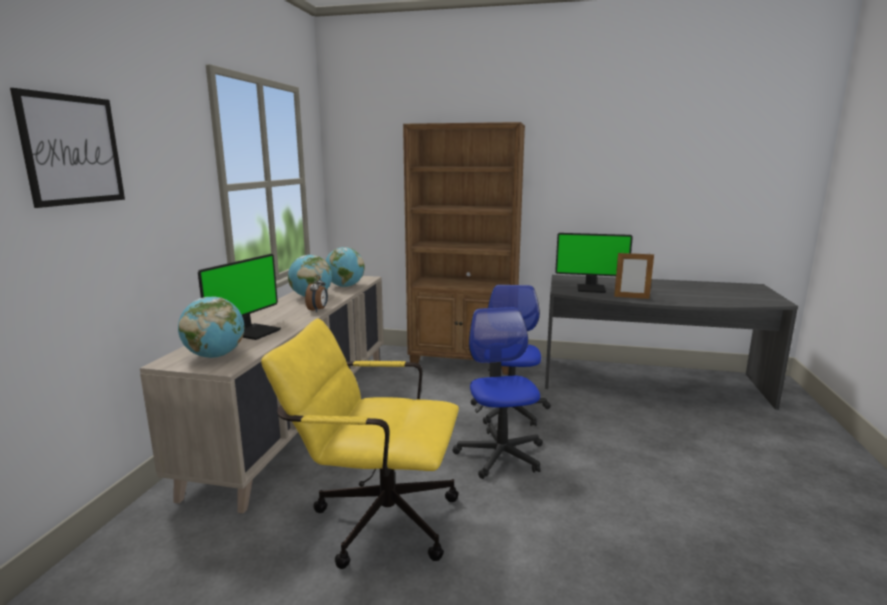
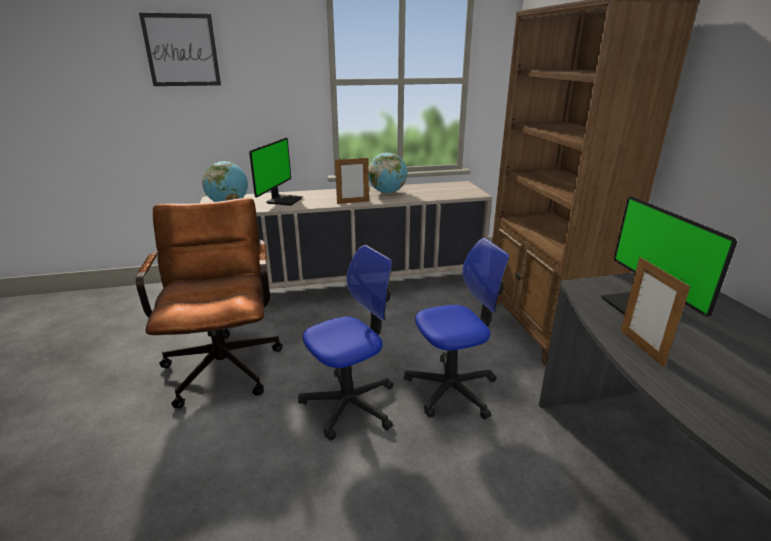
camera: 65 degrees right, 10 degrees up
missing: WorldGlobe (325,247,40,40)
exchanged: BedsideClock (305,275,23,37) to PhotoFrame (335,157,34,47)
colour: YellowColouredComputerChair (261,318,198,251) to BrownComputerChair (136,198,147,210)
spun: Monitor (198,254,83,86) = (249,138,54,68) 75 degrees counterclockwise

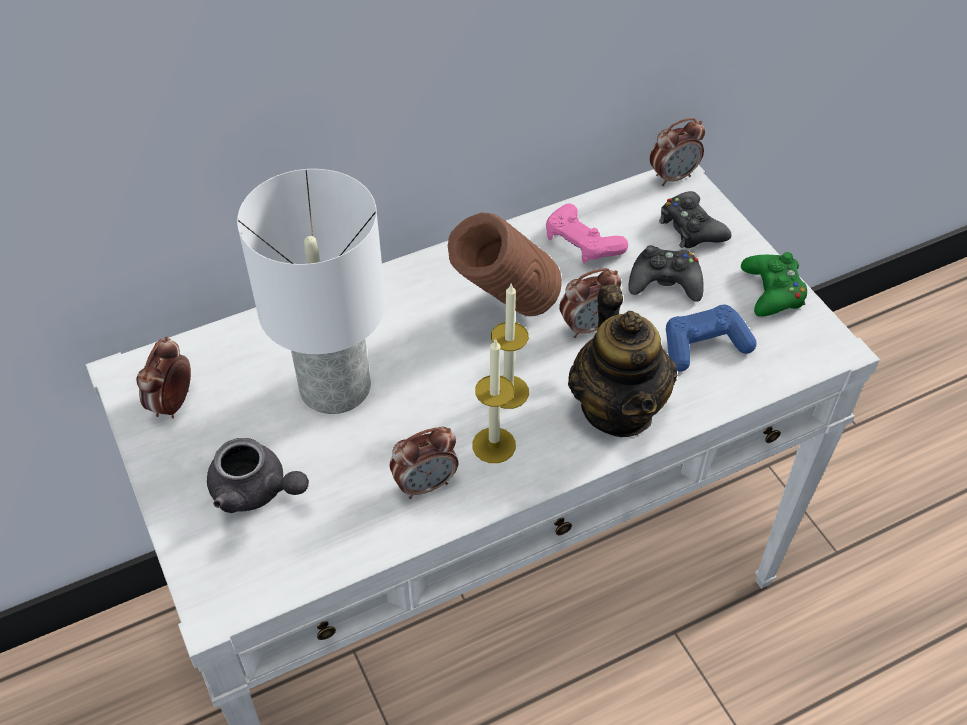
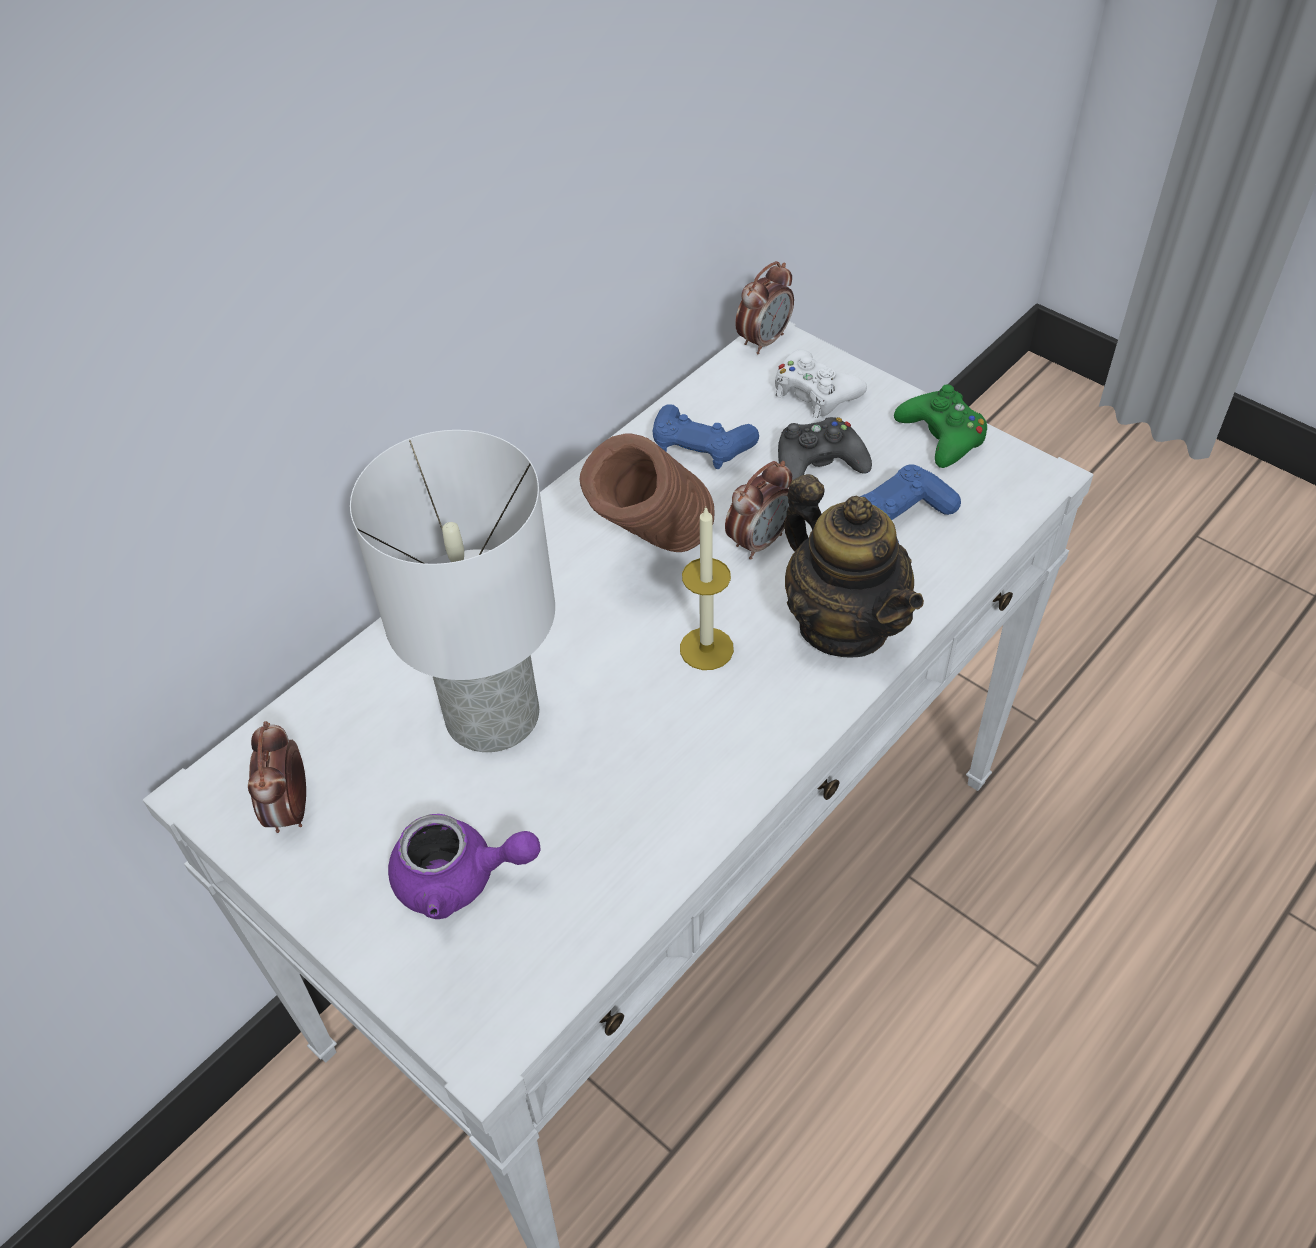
camera: 20 degrees left, 0 degrees up
missing: WaxCandle (472,338,44,125); BedsideClock (389,427,69,72)
colour: BlackJoypad (659,191,73,57) to WhiteColouredJoypad (775,349,92,69); PinkishJoypad (546,203,82,60) to BluishJoypad (653,404,106,65); GrayPotForTea (207,438,102,75) to PurplePotForTea (388,814,153,105)

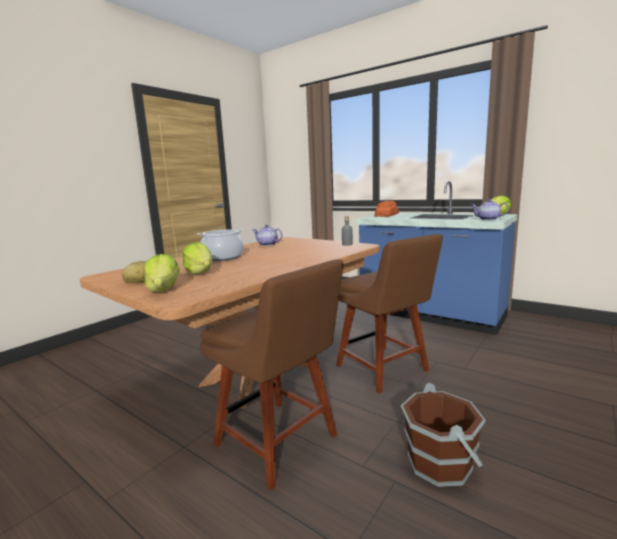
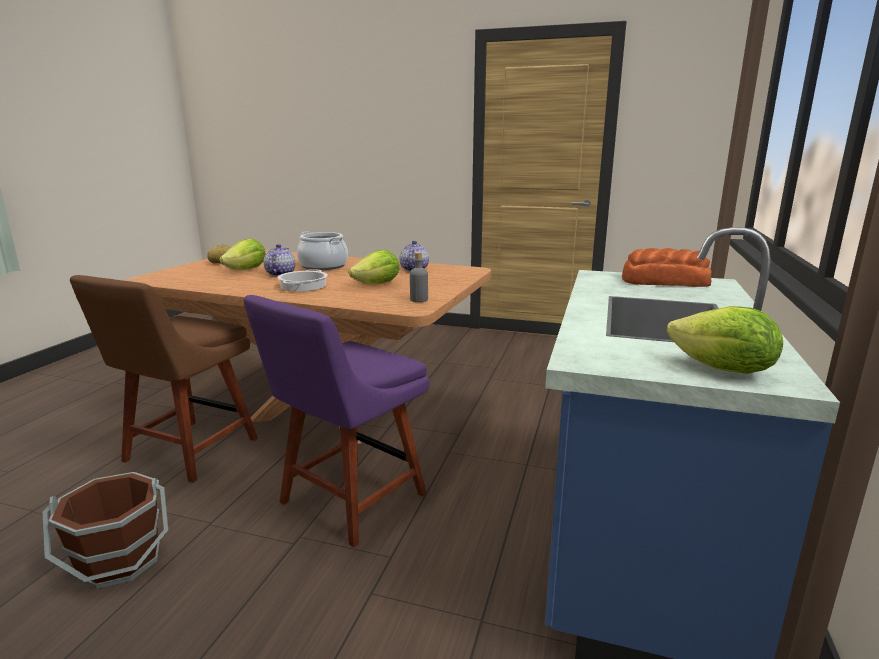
camera: 70 degrees right, 5 degrees up
appeared: CookingPot (278,269,49,22)
relocated: PotForTea (472,199,37,21) to (264,244,31,32); HeadOfLettuce (144,254,36,38) to (348,250,51,35)
colour: BrownUprightChair (336,234,107,159) to PurpleUprightChair (243,295,186,253)

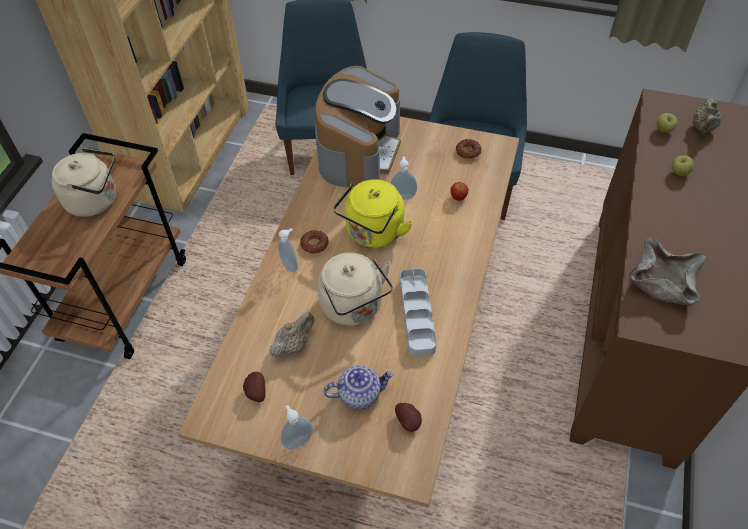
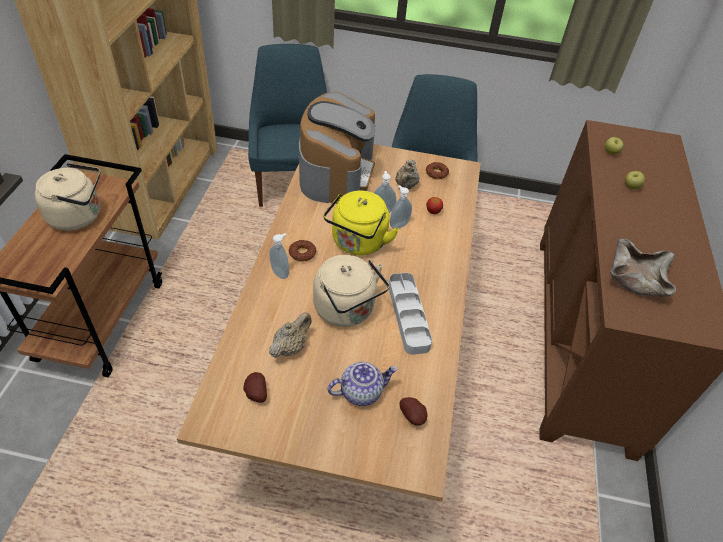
camera: 10 degrees left, 5 degrees down
relocated: BeigePotForTea (692,98,29,36) to (395,160,24,29); SoapDispenser (281,405,32,44) to (390,185,22,44)

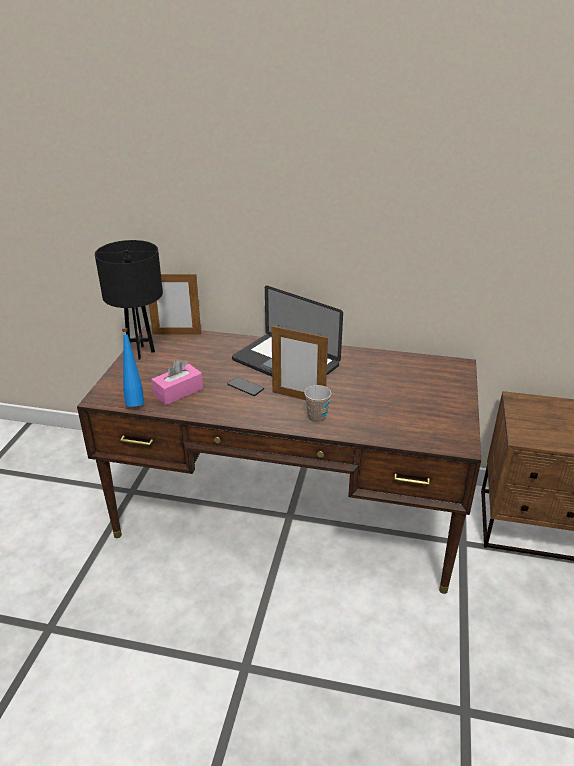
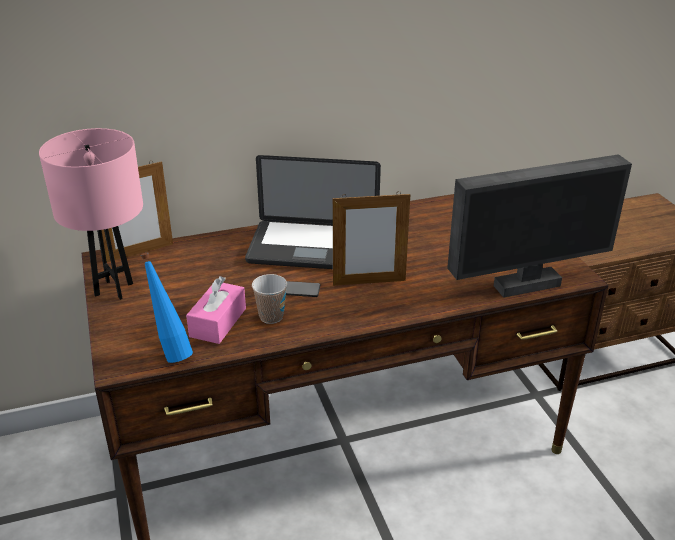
camera: 30 degrees left, 0 degrees up
appeared: Monitor (447,154,185,144)
relocated: SmallCup (304,385,28,38) to (252,274,35,50)
colour: BlackTabletopLamp (95,240,68,119) to PinkishTabletopLamp (39,128,104,172)

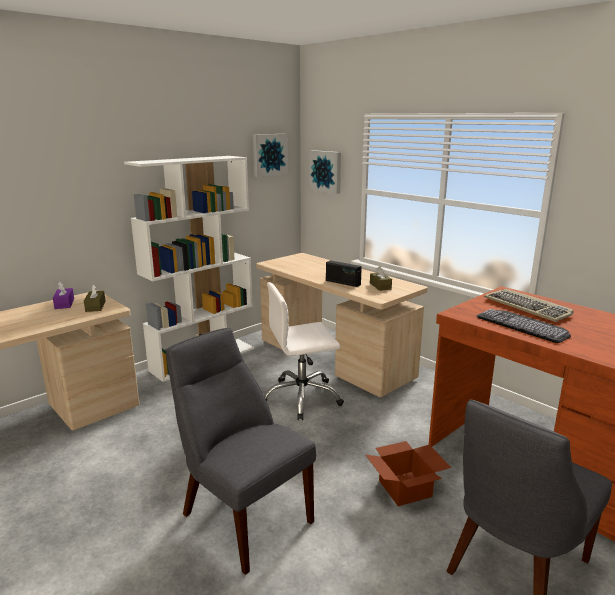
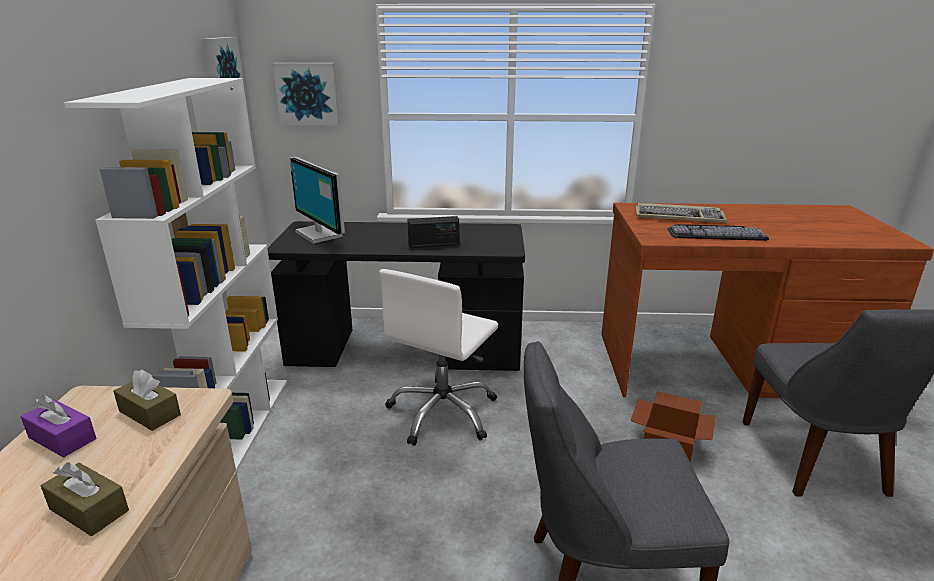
camera: 45 degrees left, 5 degrees up
appeared: Monitor (289,157,56,86)
relocated: BrownBoxOfTissues (370,266,22,25) to (41,462,88,74)
colour: BeigeDesk (256,253,172,144) to BlackDesk (267,221,258,150)

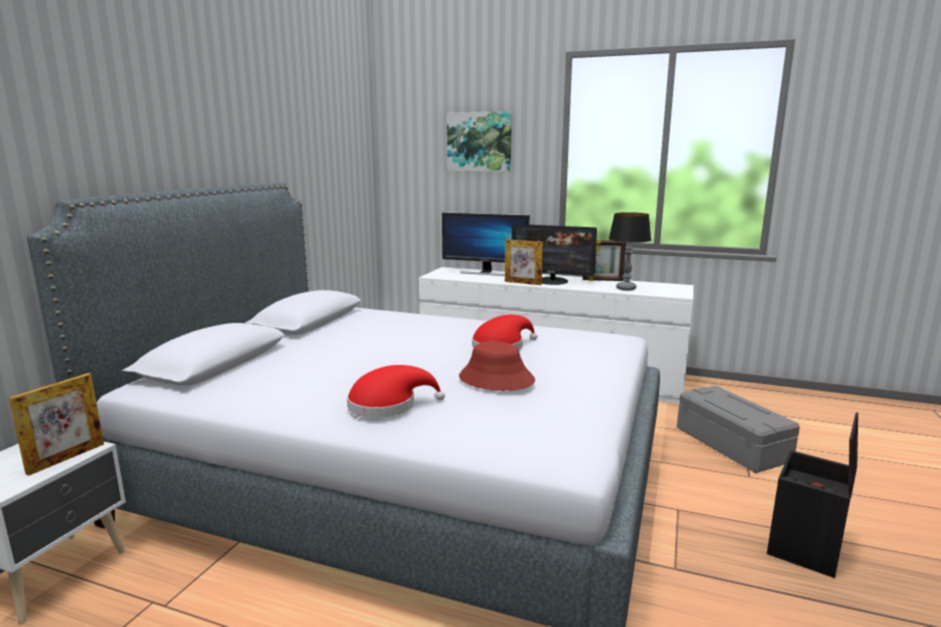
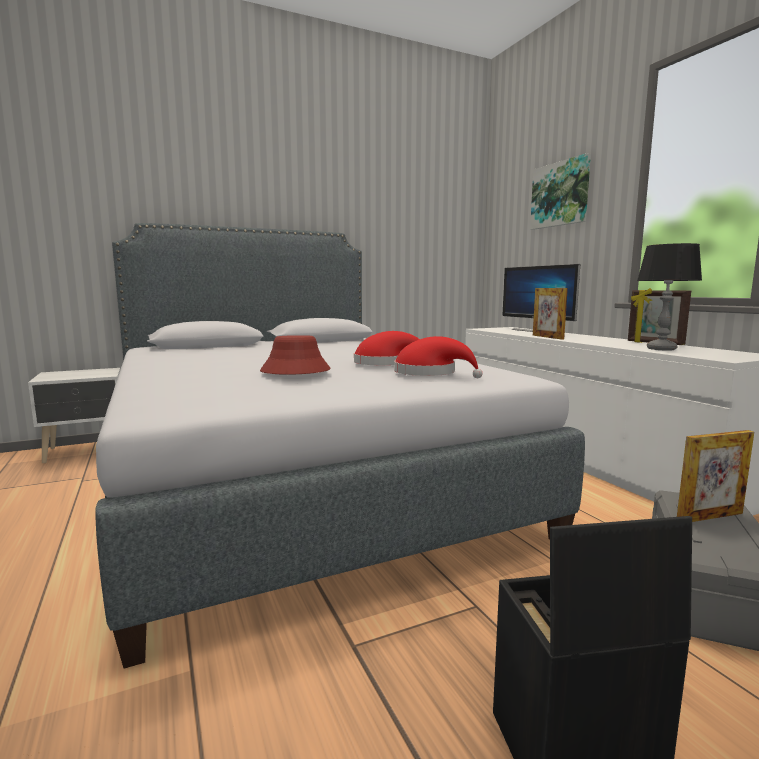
camera: 45 degrees right, 5 degrees down
missing: Monitor (512,224,85,61)
relocated: RedWearableHat (347,365,98,53) to (394,336,89,42); PhotoFrame (8,373,96,103) to (677,430,77,92)

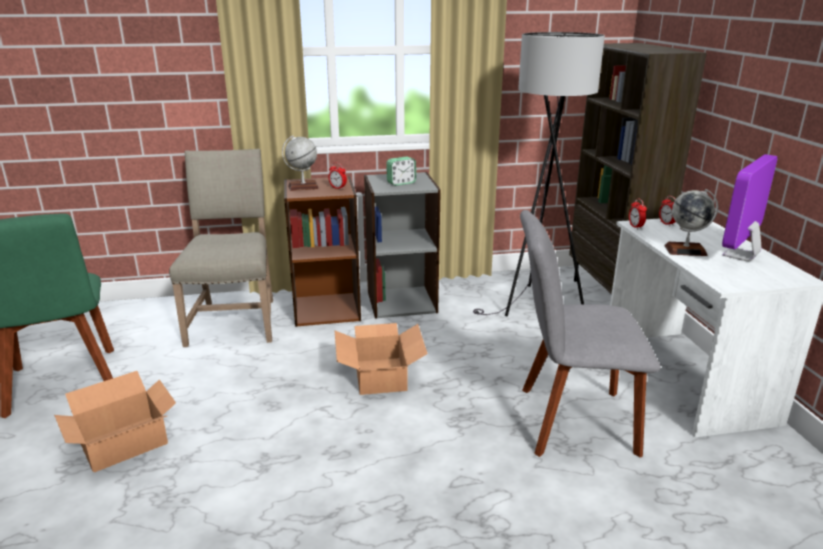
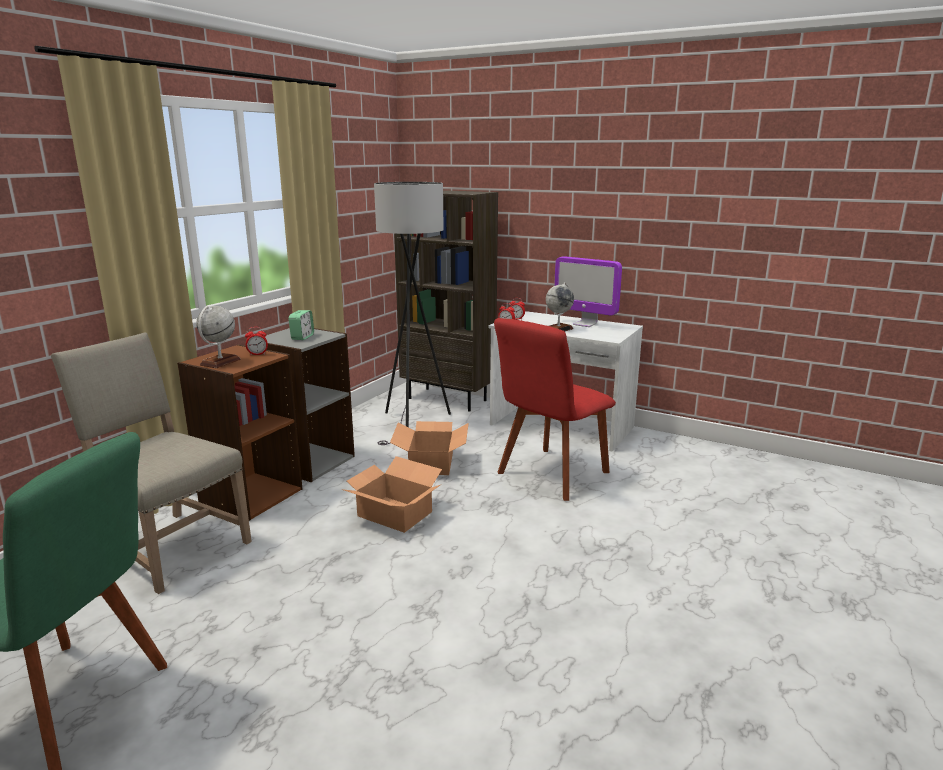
camera: 50 degrees left, 5 degrees down
relocated: CardboardBox (54,371,122,101) to (390,421,79,54)
colour: GrayUprightChair (520,210,141,247) to RedUprightChair (494,318,122,183)
spun: Monitor (722,154,55,107) = (554,256,68,71) 45 degrees counterclockwise

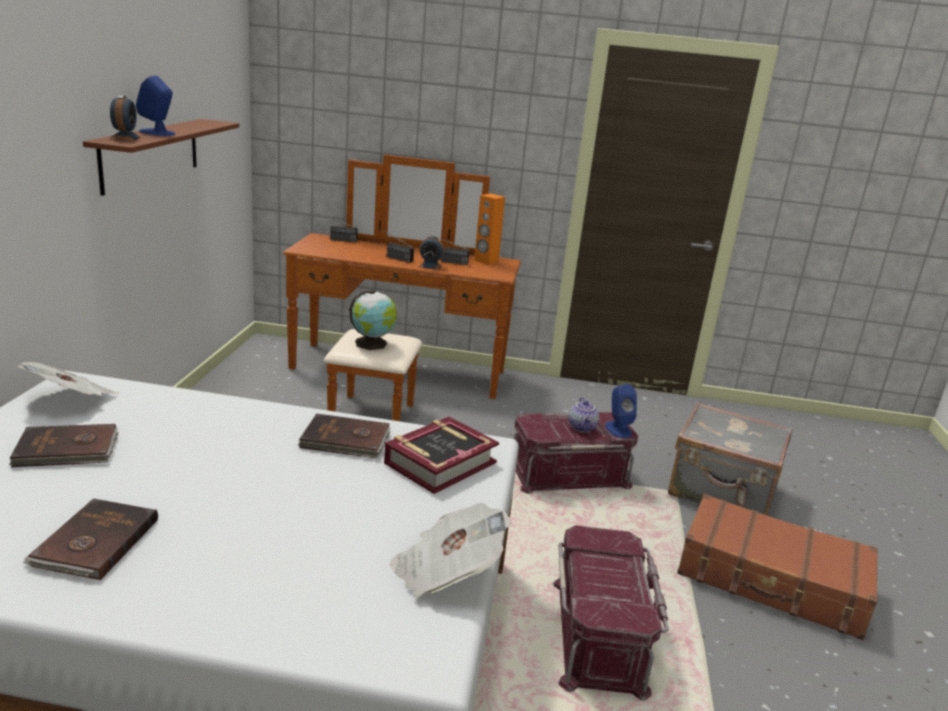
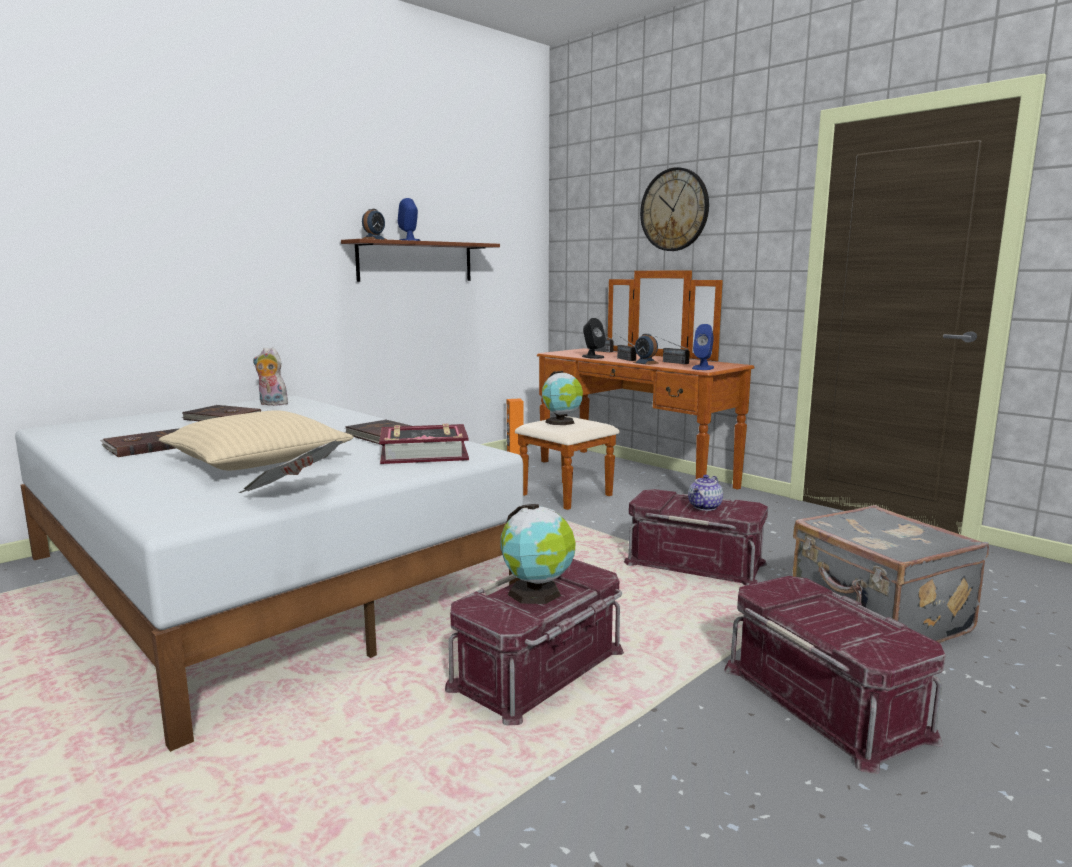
camera: 40 degrees right, 10 degrees down
appeared: HangingClock (640,167,69,84); BlackSpeaker (582,318,24,41); BeigePillow (159,410,195,60); WorldGlobe (500,504,76,100)
relocated: OrangeySpeaker (474,194,31,71) to (507,399,17,56); BluishSpeaker (605,384,32,54) to (692,324,22,46)
exchanged: PrintedPaper (17,362,102,34) to PlushToy (253,347,35,59); BrownTravelCase (677,494,201,146) to RedStorageBox (725,576,220,198)

